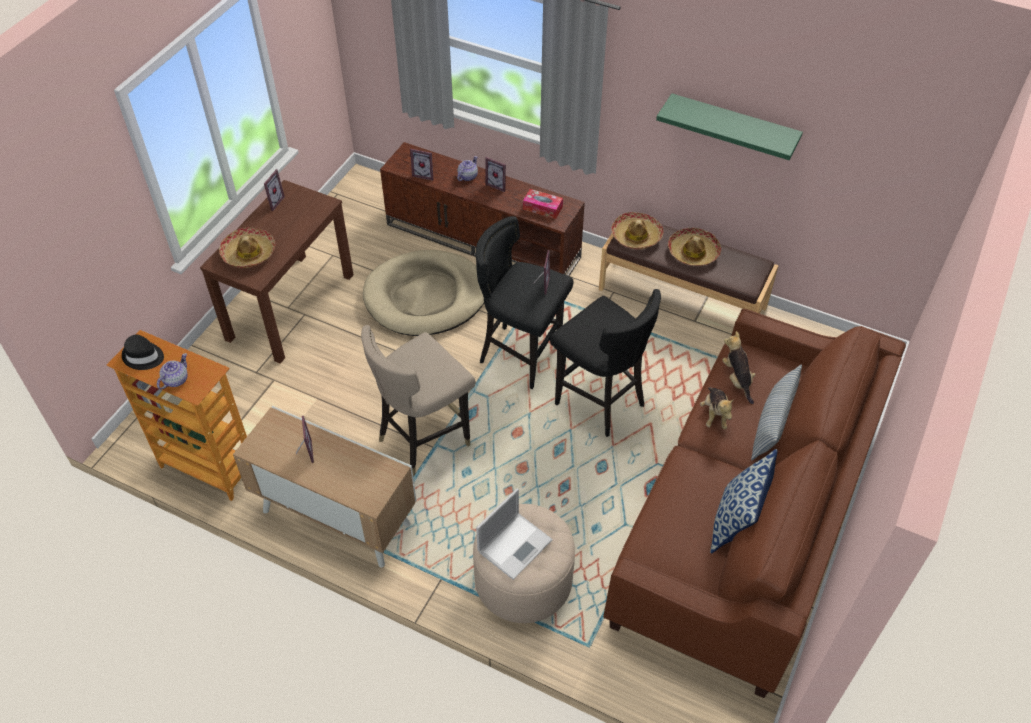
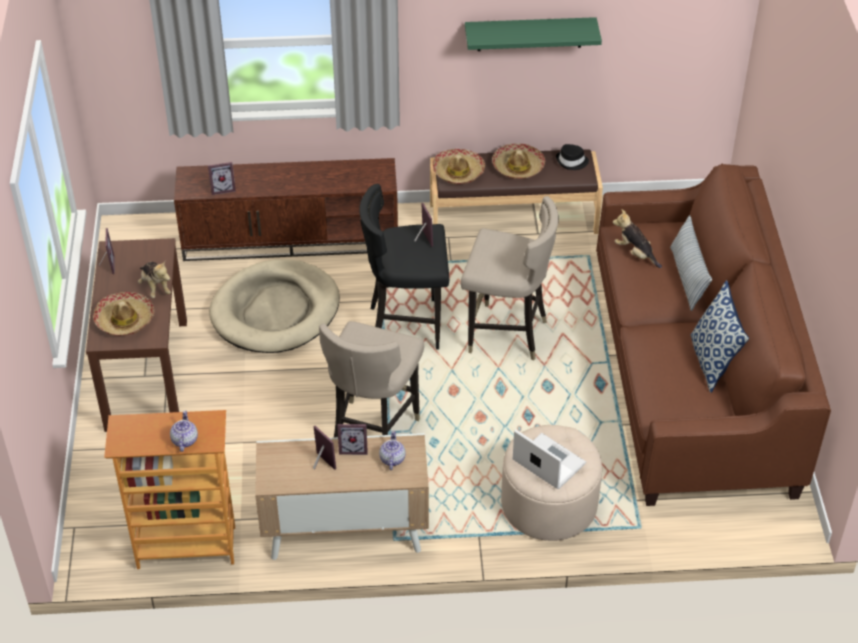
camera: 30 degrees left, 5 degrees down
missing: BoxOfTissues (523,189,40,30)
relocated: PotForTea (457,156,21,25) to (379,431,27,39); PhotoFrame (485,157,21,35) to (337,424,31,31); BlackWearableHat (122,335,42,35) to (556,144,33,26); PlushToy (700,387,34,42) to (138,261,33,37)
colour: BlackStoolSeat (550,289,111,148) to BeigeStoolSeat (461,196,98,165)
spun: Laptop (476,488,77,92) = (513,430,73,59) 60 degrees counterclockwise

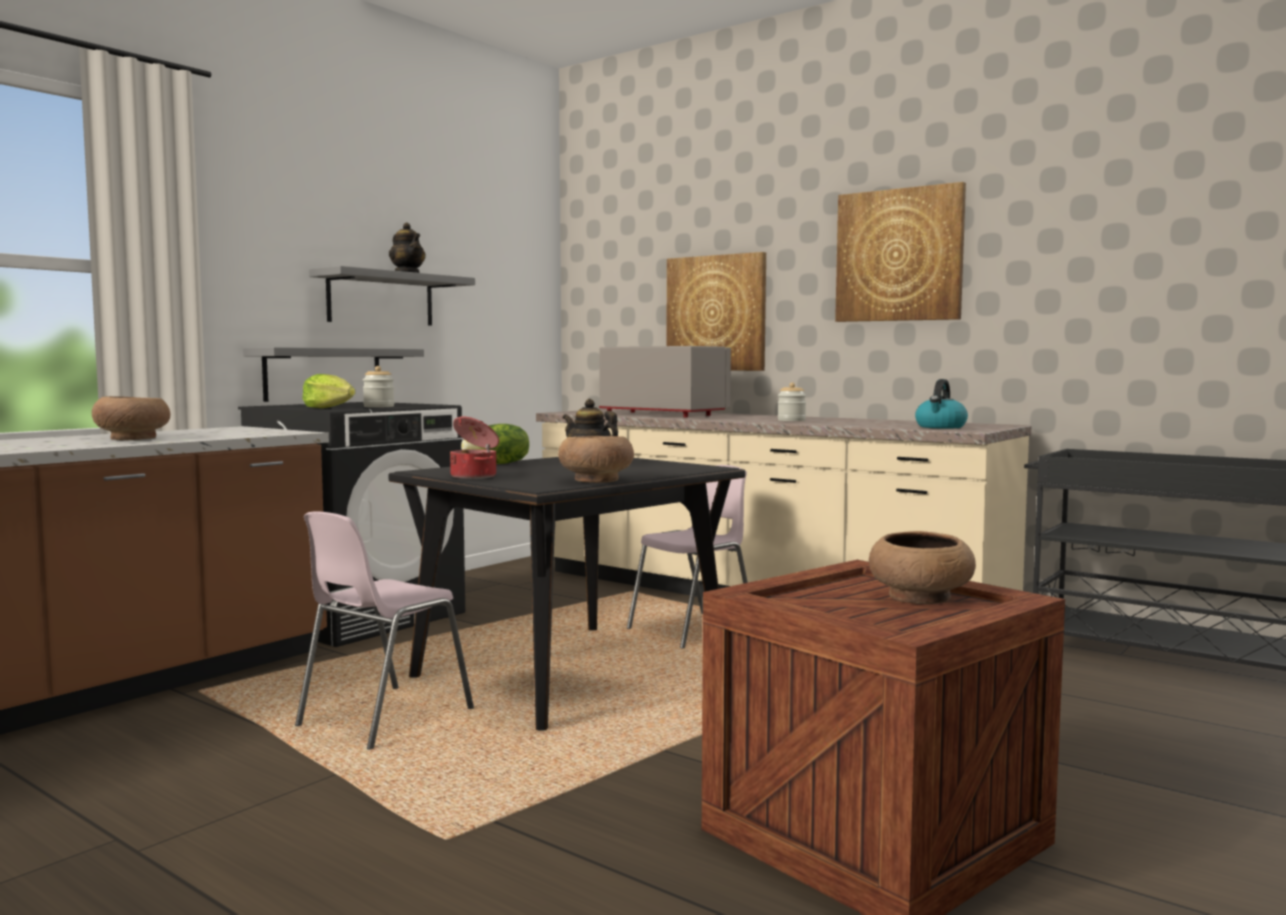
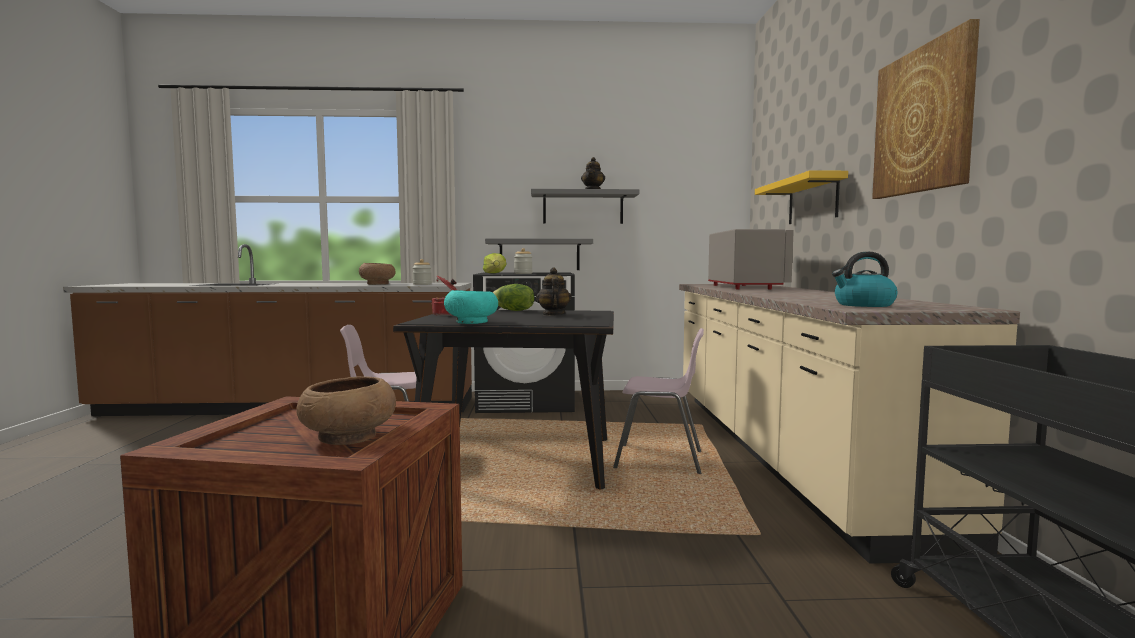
camera: 50 degrees right, 0 degrees up
relocated: StorageJar (778,382,28,39) to (412,259,20,26)
exchanged: WallPicture (666,252,100,119) to YellowColouredWallShelf (755,170,93,54)
colour: BrownDeepDish (558,436,76,47) to TurquoiseColouredDeepDish (444,290,54,34)

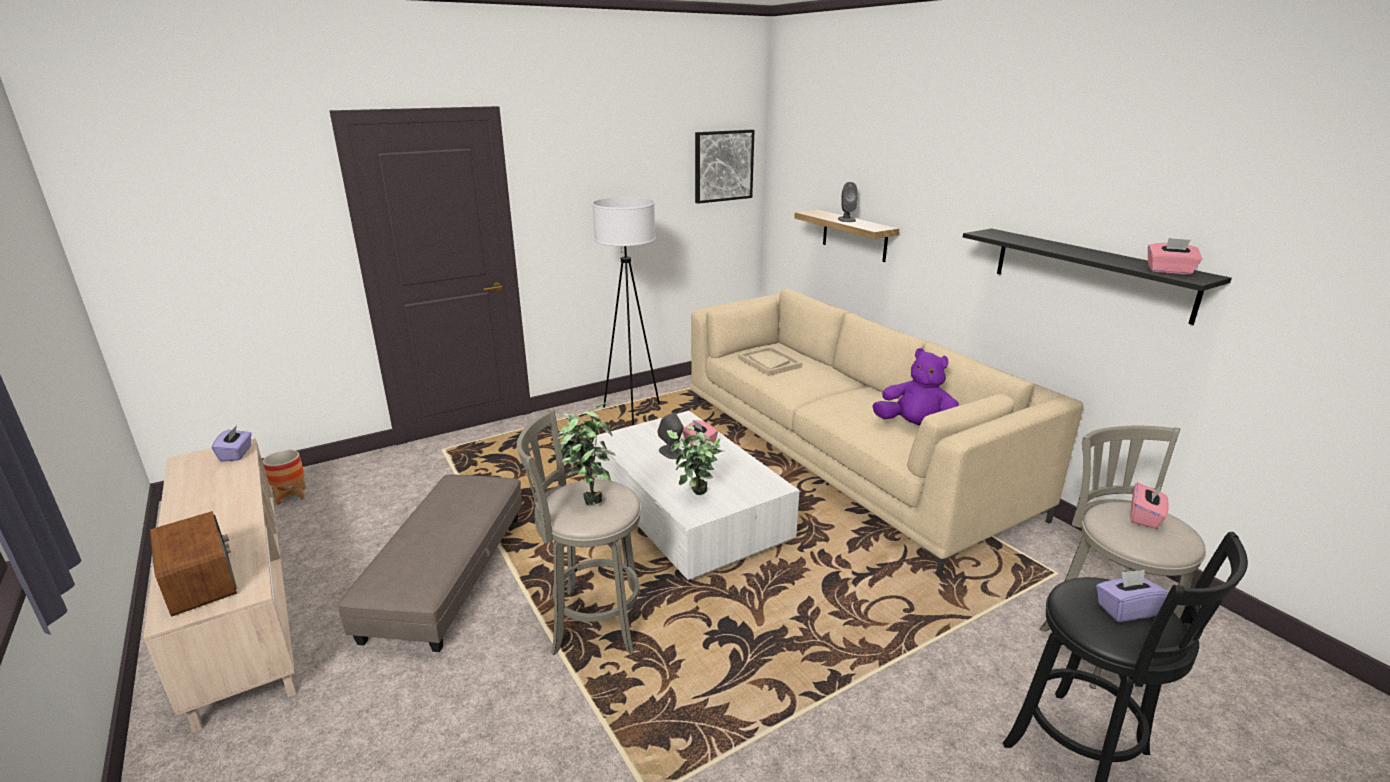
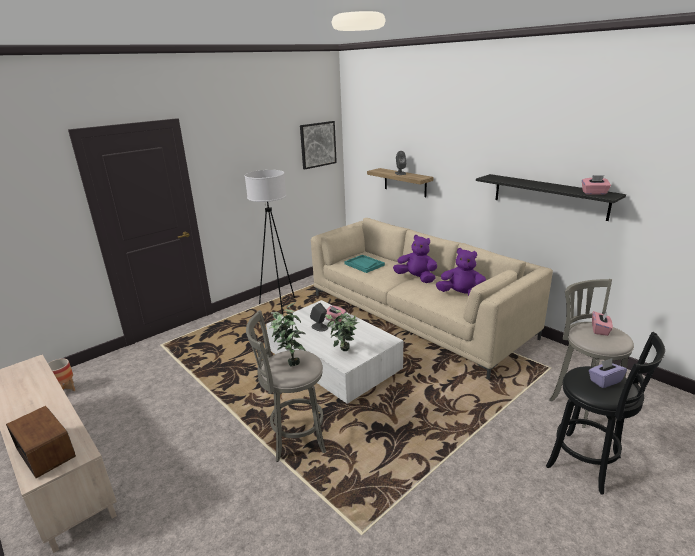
camera: 10 degrees left, 0 degrees up
missing: PurpleBoxOfTissues (212,425,40,37); GrayPouffe (338,474,184,178)
appeared: PurplePlushToy (393,235,44,48)
colour: BeigeCarryingTray (738,347,64,29) to TurquoiseColouredCarryingTray (344,255,41,18)

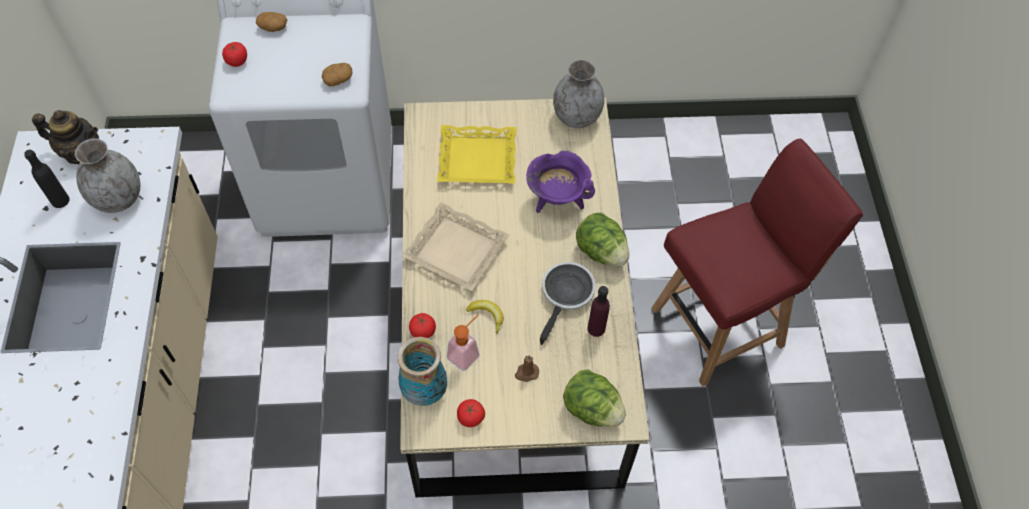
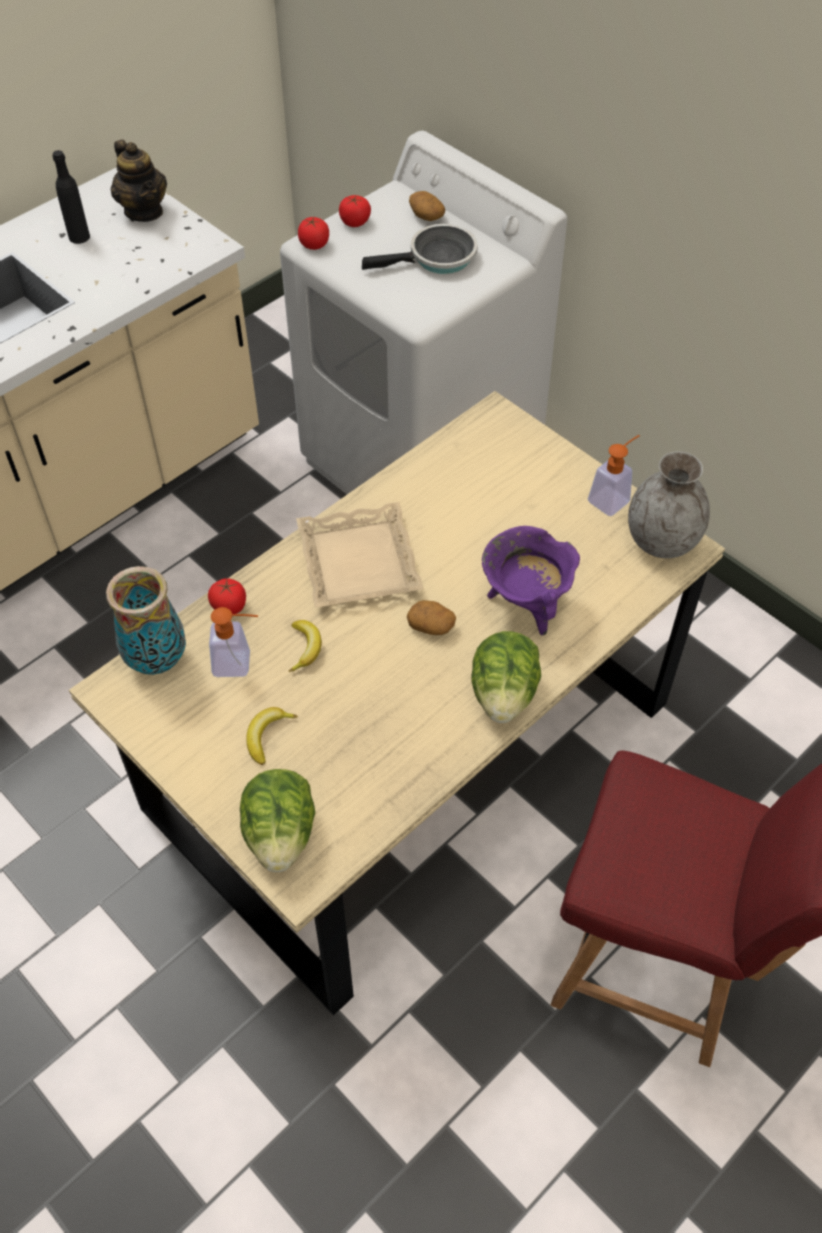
camera: 50 degrees right, 5 degrees down
missing: YellowColouredCarryingTray (437,125,80,59); GrayVase (75,138,65,75); PurpleDrinkBottle (588,286,22,51)
appeared: SoapDispenser (588,435,52,81)
relocated: Potato (322,63,30,23) to (407,600,49,35); FryingPan (540,262,56,83) to (362,224,116,50); FreshTomato (457,399,28,28) to (298,217,31,33)
exchanged: BrownWaxCandle (515,355,24,27) to BananaFruit (246,707,51,58)

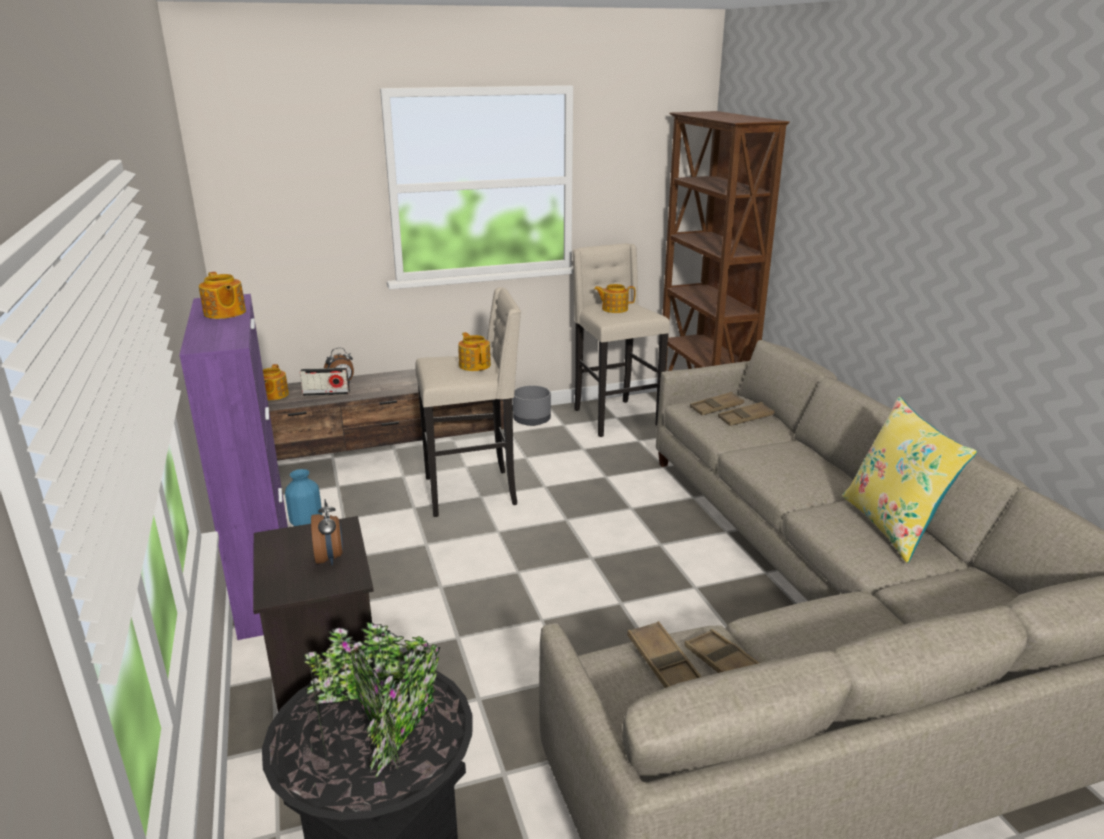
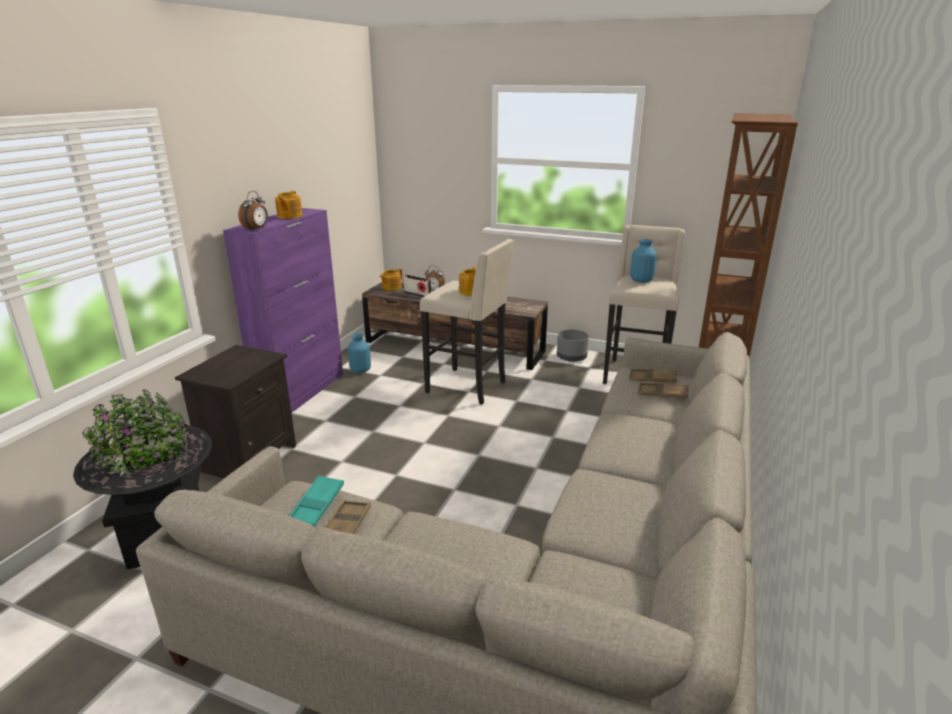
camera: 40 degrees right, 0 degrees up
missing: YellowColouredPillow (842,397,135,166)
relocated: BedsideClock (311,499,32,66) to (238,191,30,40)
exchanged: PotForTea (594,284,41,29) to BluishVase (630,239,27,44)
colour: BrownCarryingTray (627,621,75,67) to TurquoiseColouredCarryingTray (289,475,55,52)

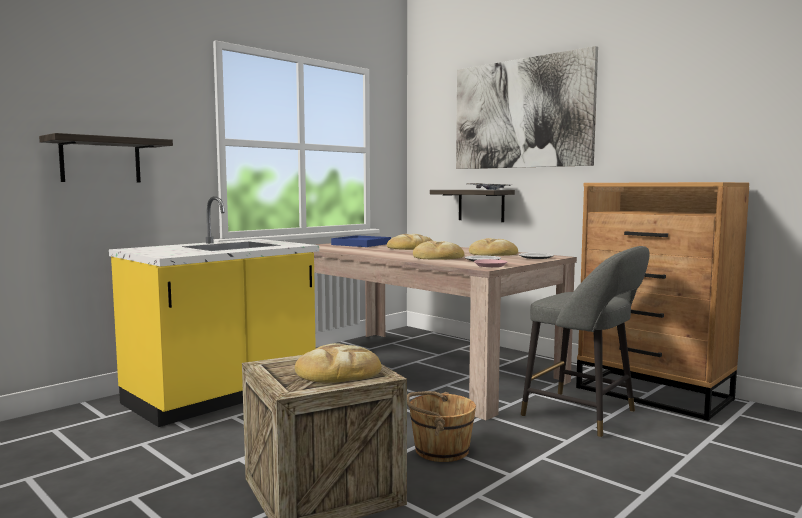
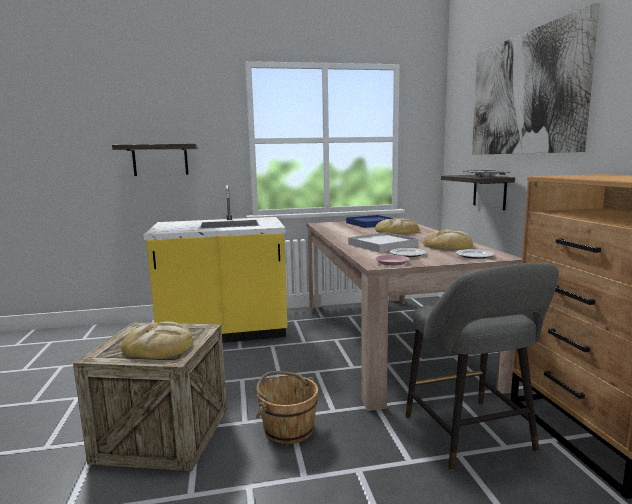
camera: 35 degrees right, 5 degrees up
exchanged: Bread (413,241,51,19) to WhiteColouredCarryingTray (348,232,71,21)

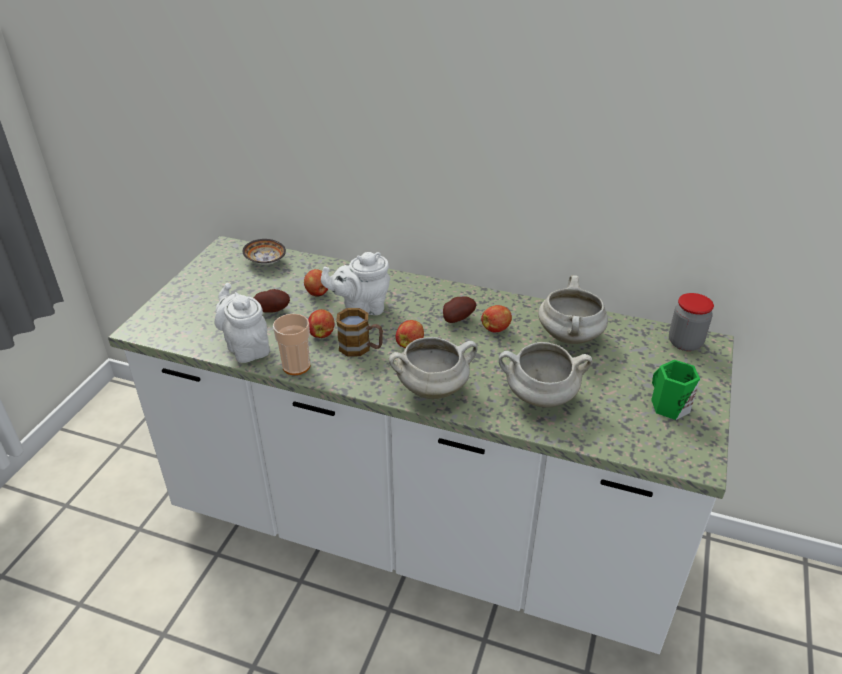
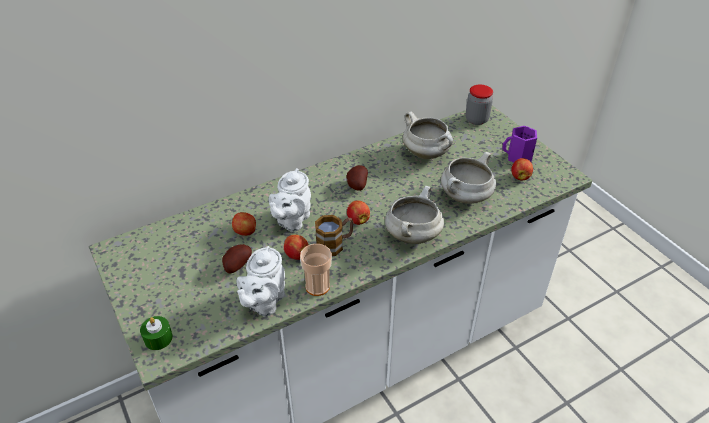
camera: 50 degrees left, 5 degrees up
missing: DeepDish (243,239,43,26)
appeared: GreenWaxCandle (140,316,33,34)
relocated: AppleFruit (481,305,31,28) to (511,158,22,22)
colour: GreenCoffeeMug (651,360,49,60) to PurpleCoffeeMug (502,126,35,37)
spun: WhiteColouredPotForTea (214,283,56,80) = (236,246,49,71) 75 degrees counterclockwise

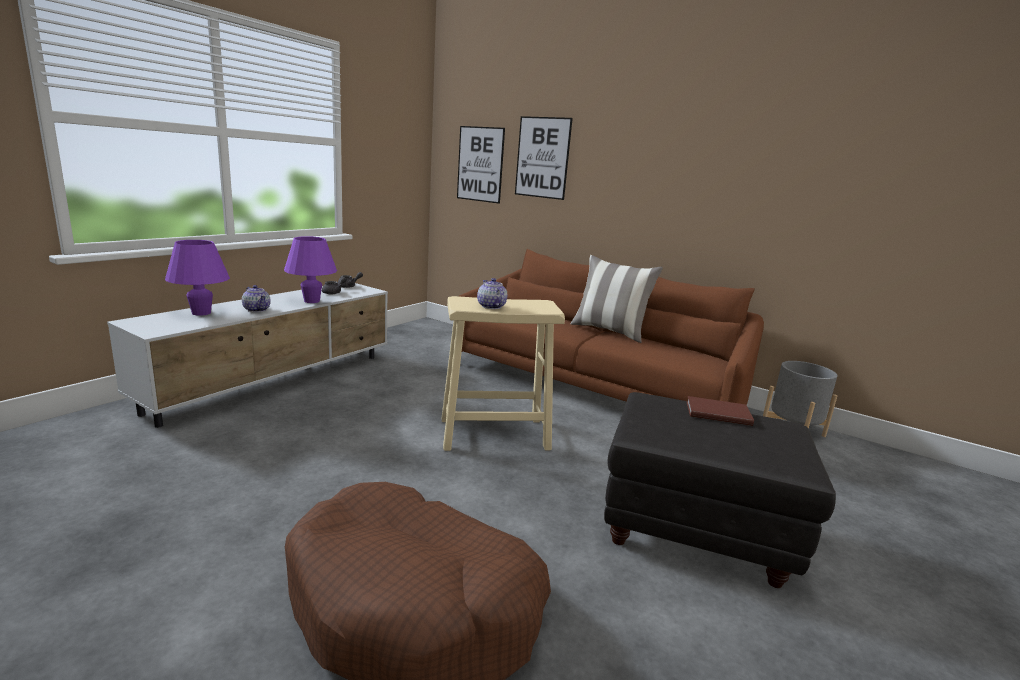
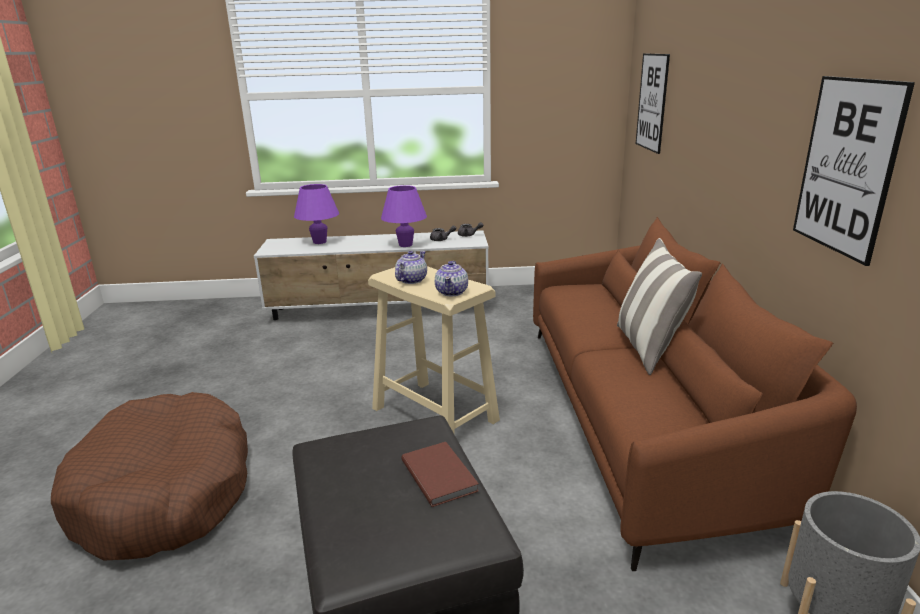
camera: 55 degrees right, 5 degrees up
relocated: WallPicture (515,116,58,84) to (793,76,122,190); PotForTea (242,285,29,27) to (435,261,33,35)

